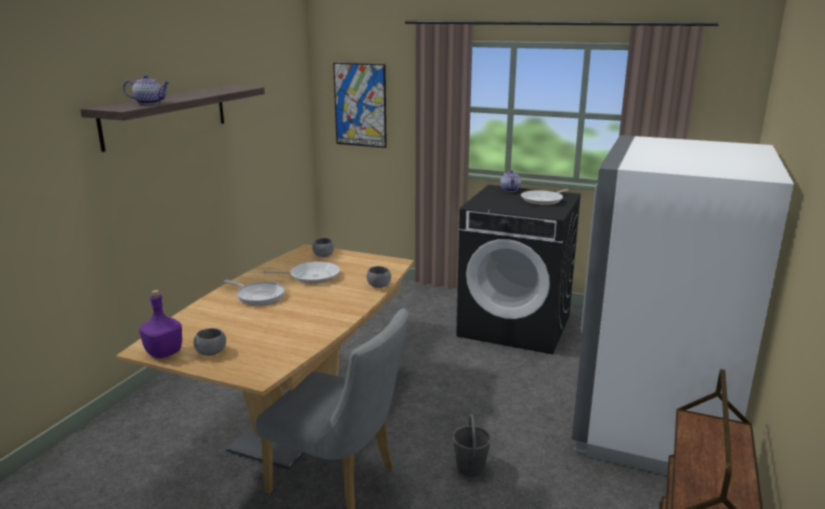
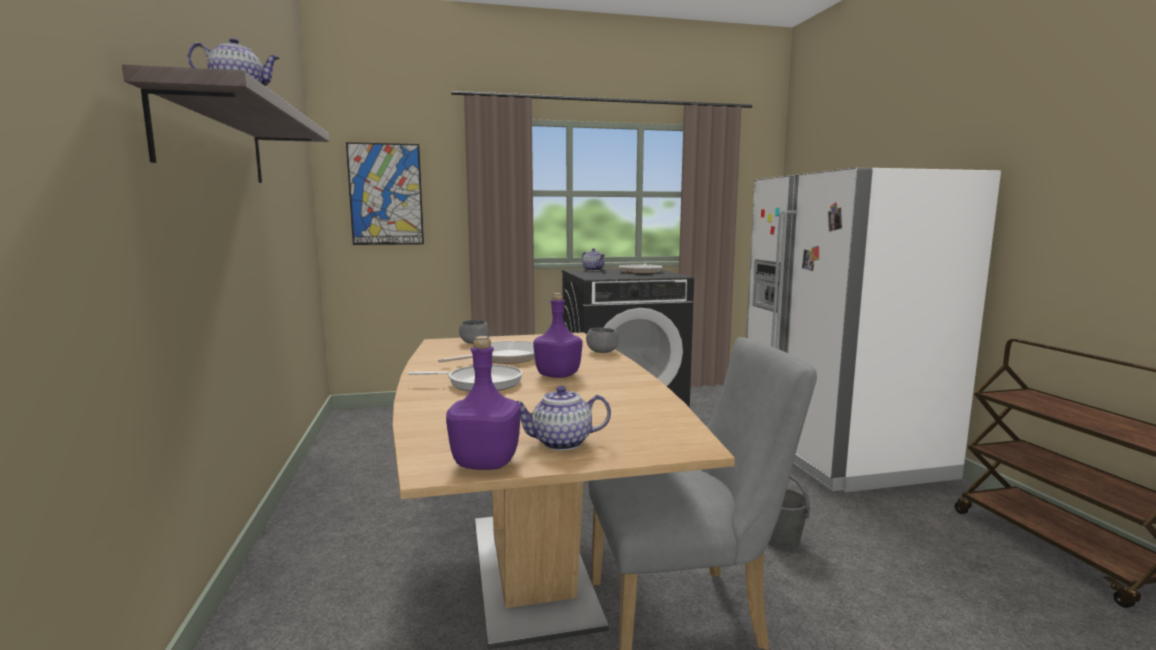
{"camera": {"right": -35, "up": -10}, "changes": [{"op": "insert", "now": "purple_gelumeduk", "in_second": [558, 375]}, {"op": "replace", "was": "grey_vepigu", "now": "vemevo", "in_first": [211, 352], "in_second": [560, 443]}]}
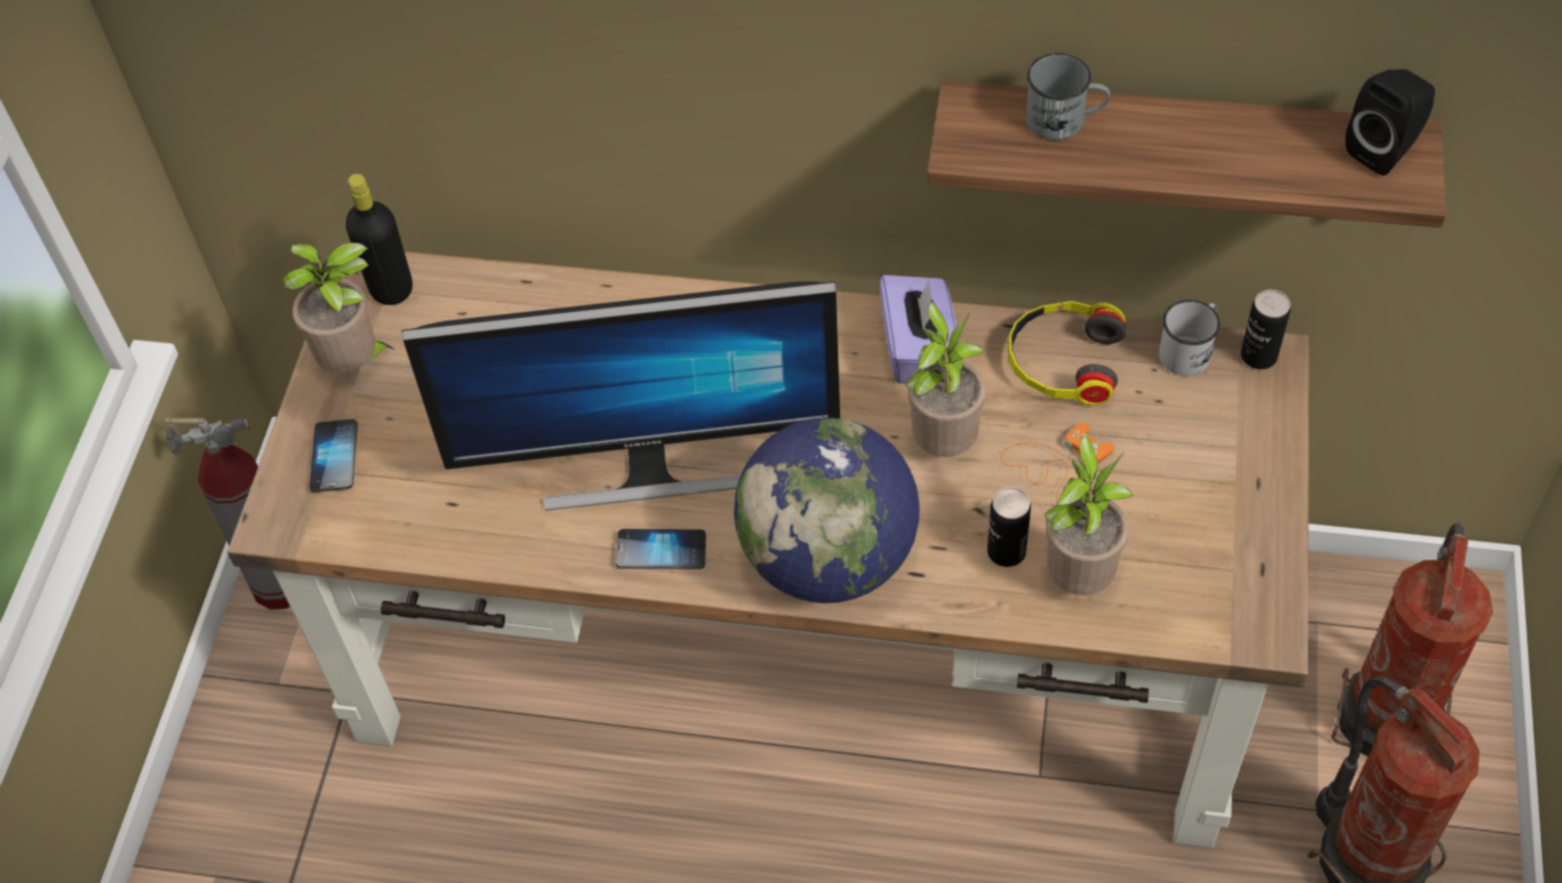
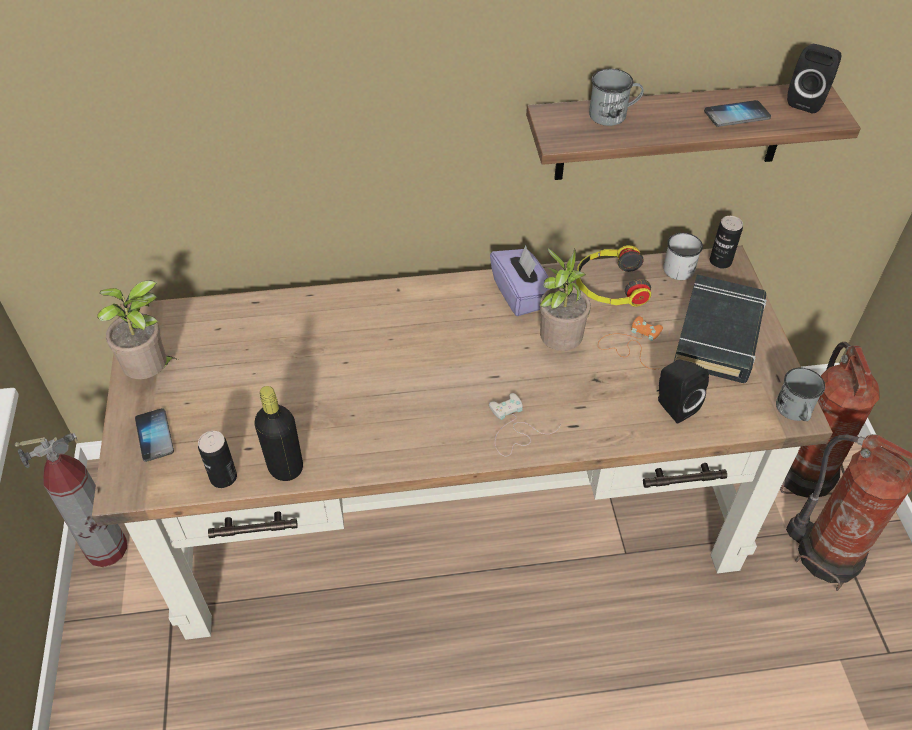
{"camera": {"right": -20, "up": -5}, "changes": [{"op": "delete", "was": "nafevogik", "in_first": [647, 466]}, {"op": "insert", "now": "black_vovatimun", "in_second": [719, 334]}, {"op": "insert", "now": "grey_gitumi", "in_second": [795, 412]}, {"op": "move", "was": "black_gelumeduk", "in_first": [391, 289], "in_second": [285, 467]}, {"op": "move", "was": "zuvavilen", "in_first": [661, 550], "in_second": [736, 115]}, {"op": "move", "was": "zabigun", "in_first": [1006, 551], "in_second": [223, 477]}, {"op": "replace", "was": "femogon", "now": "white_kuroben", "in_first": [829, 558], "in_second": [514, 428]}, {"op": "replace", "was": "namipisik", "now": "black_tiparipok", "in_first": [1078, 576], "in_second": [673, 405]}]}
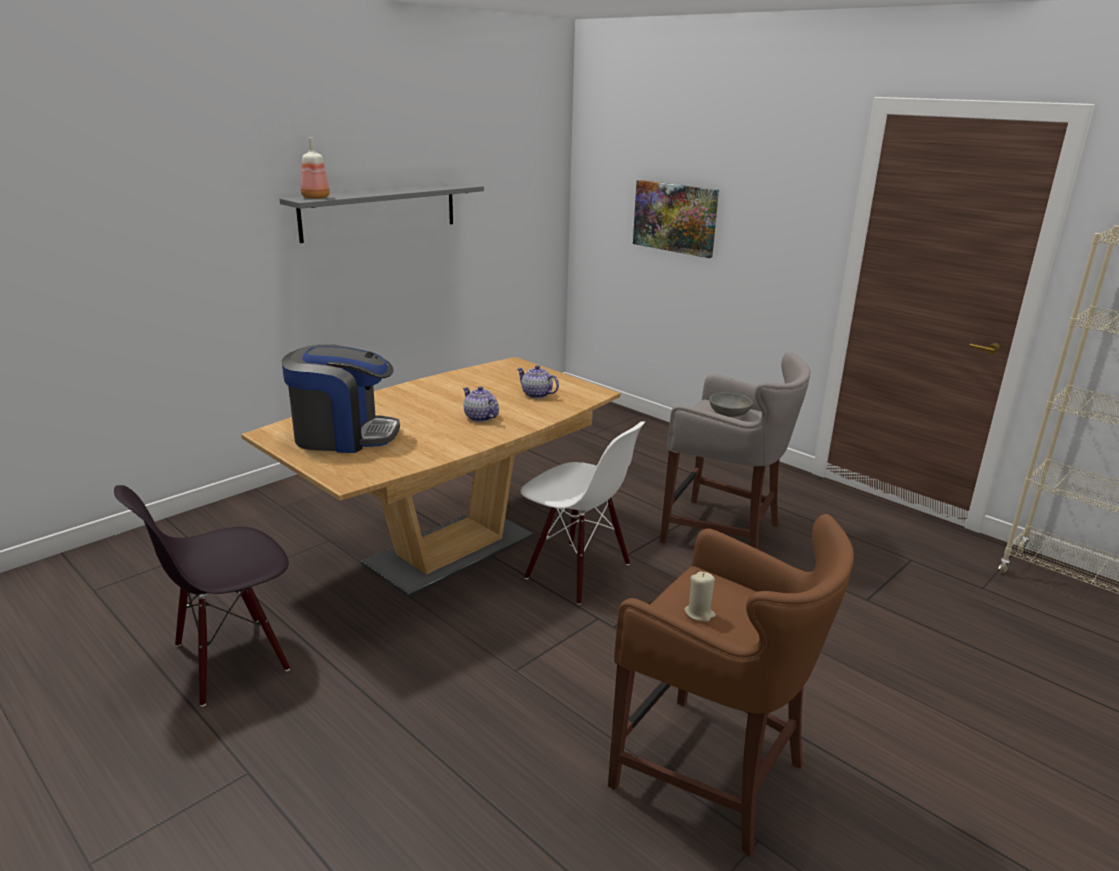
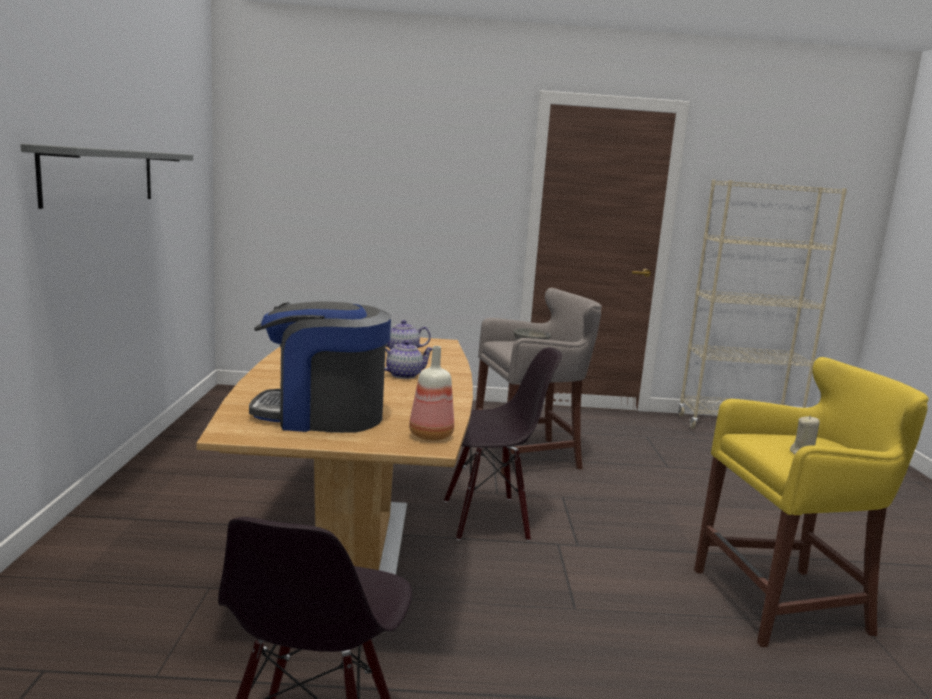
{"camera": {"right": -45, "up": -10}, "changes": [{"op": "delete", "was": "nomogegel", "in_first": [675, 217]}, {"op": "move", "was": "gelumeduk", "in_first": [315, 198], "in_second": [431, 436]}, {"op": "recolor", "was": "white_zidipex", "now": "black_zidipex", "in_first": [577, 572], "in_second": [486, 519]}, {"op": "recolor", "was": "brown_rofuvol", "now": "yellow_rofuvol", "in_first": [714, 775], "in_second": [786, 603]}, {"op": "rotate", "was": "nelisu", "in_first": [344, 436], "in_second": [322, 415], "clockwise": -135}, {"op": "rotate", "was": "vemevo", "in_first": [480, 417], "in_second": [404, 375], "clockwise": 150}]}
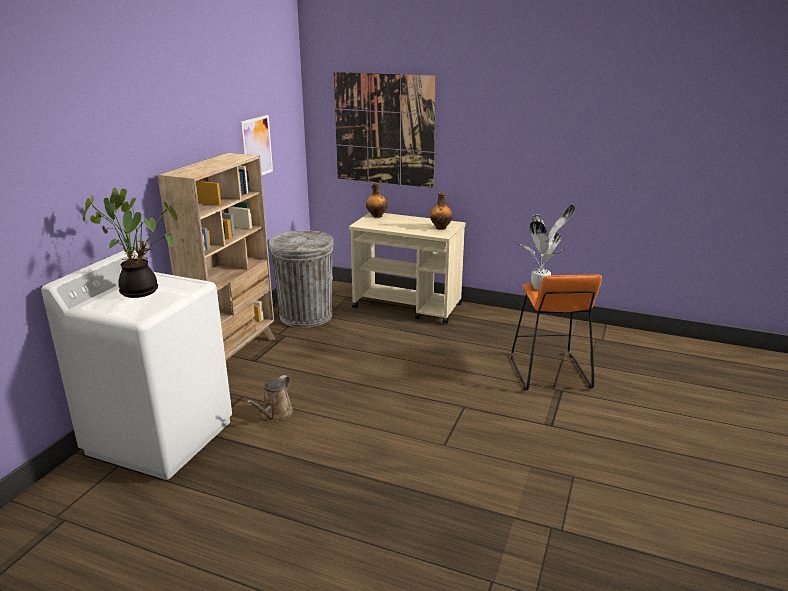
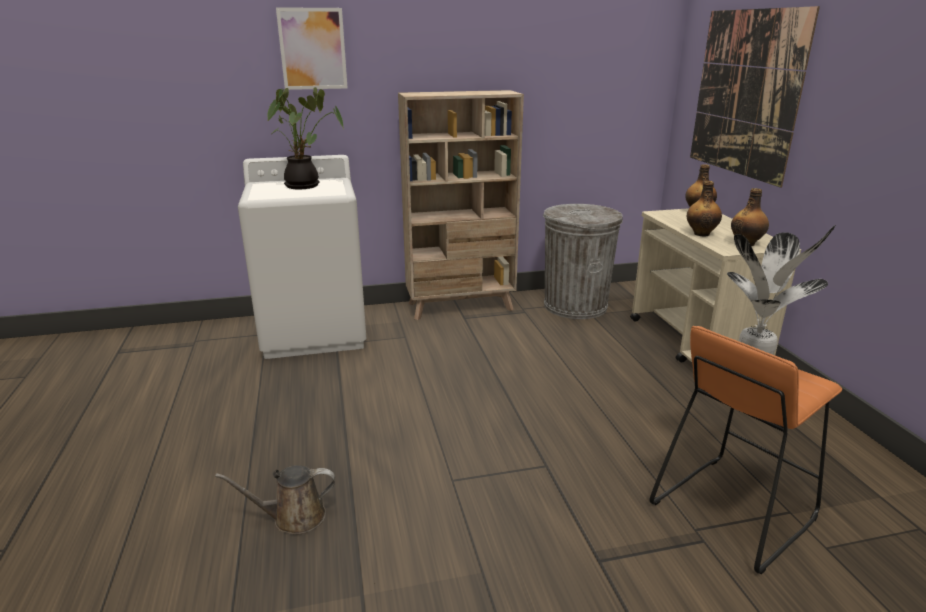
{"camera": {"right": 55, "up": 0}, "changes": [{"op": "insert", "now": "gelumeduk", "in_second": [701, 234]}, {"op": "move", "was": "nomogegel", "in_first": [256, 147], "in_second": [312, 49]}, {"op": "move", "was": "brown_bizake", "in_first": [275, 414], "in_second": [293, 518]}]}
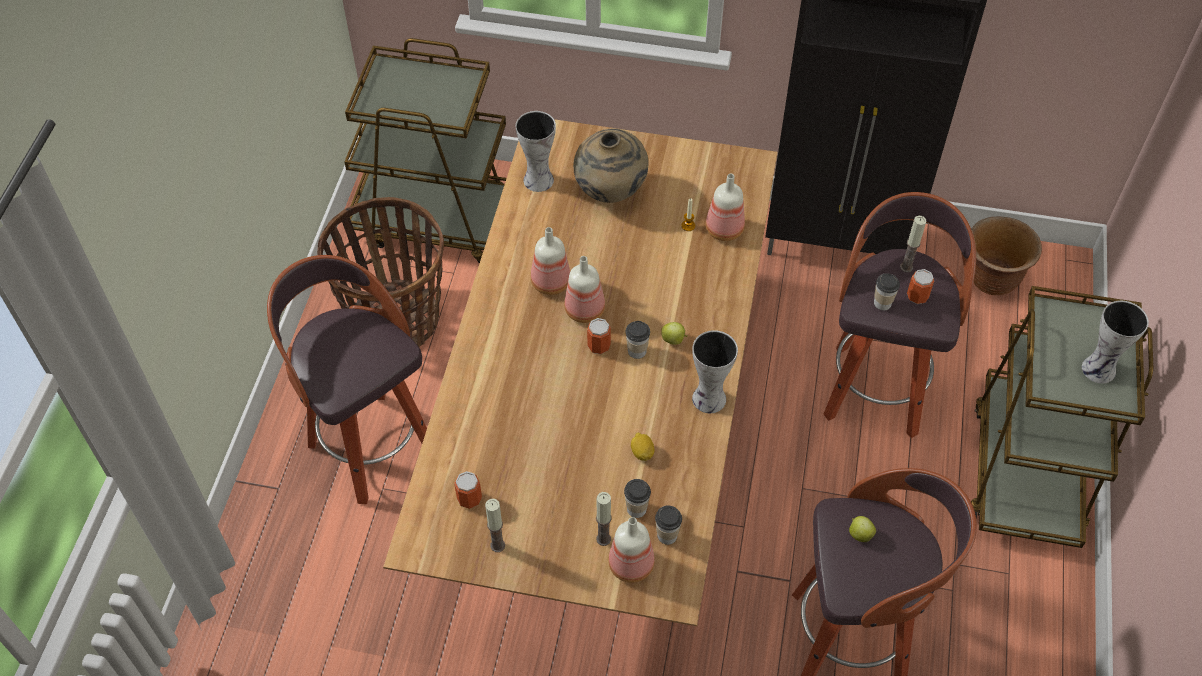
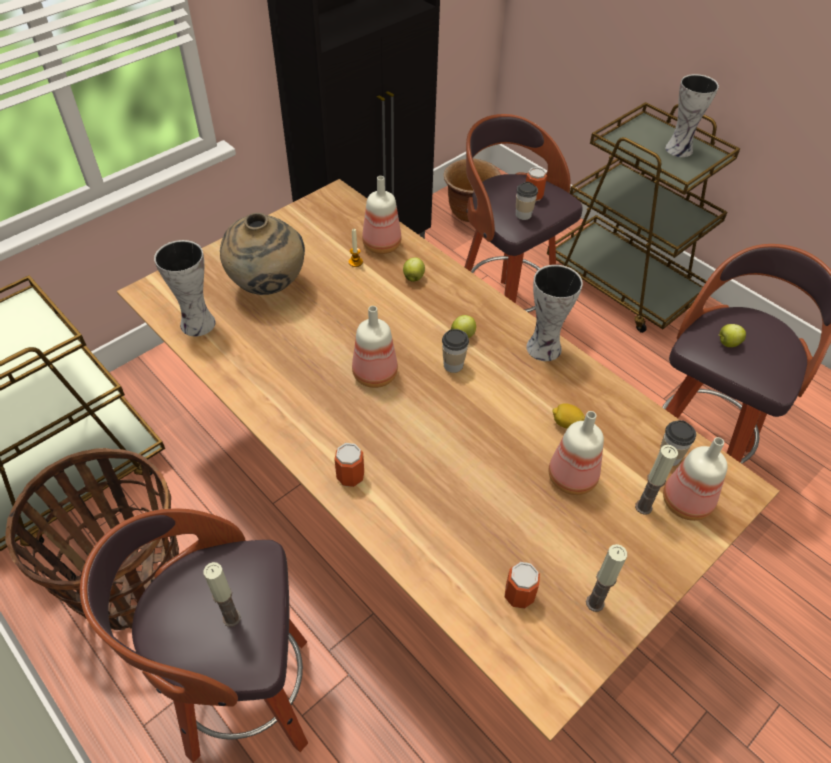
{"camera": {"right": -55, "up": -5}, "changes": [{"op": "delete", "was": "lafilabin", "in_first": [636, 509]}, {"op": "insert", "now": "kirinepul", "in_second": [413, 277]}, {"op": "move", "was": "gelumeduk", "in_first": [550, 283], "in_second": [573, 479]}, {"op": "move", "was": "zabigun", "in_first": [599, 346], "in_second": [350, 476]}, {"op": "move", "was": "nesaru", "in_first": [906, 267], "in_second": [231, 618]}]}
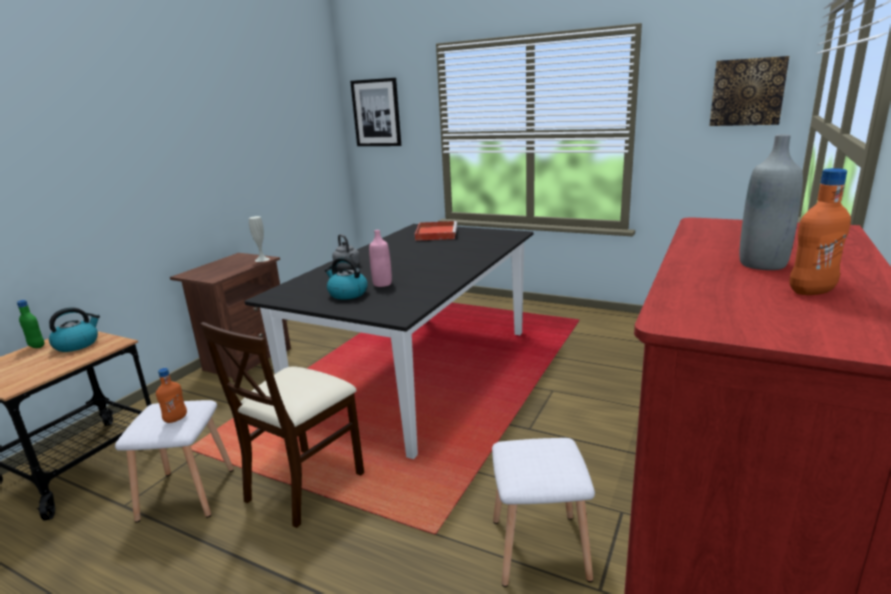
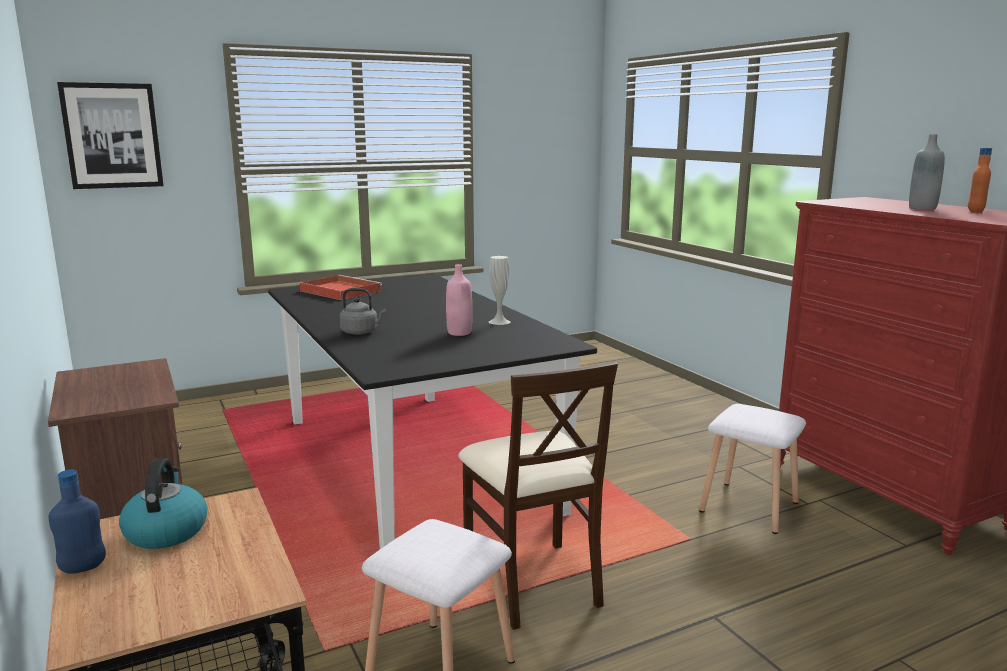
{"camera": {"right": -55, "up": -5}, "changes": [{"op": "delete", "was": "orange_gelumeduk", "in_first": [176, 419]}, {"op": "delete", "was": "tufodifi", "in_first": [347, 294]}, {"op": "delete", "was": "nomogegel", "in_first": [747, 92]}, {"op": "move", "was": "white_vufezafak", "in_first": [262, 259], "in_second": [499, 322]}, {"op": "recolor", "was": "green_gelumeduk", "now": "blue_gelumeduk", "in_first": [37, 346], "in_second": [83, 568]}]}
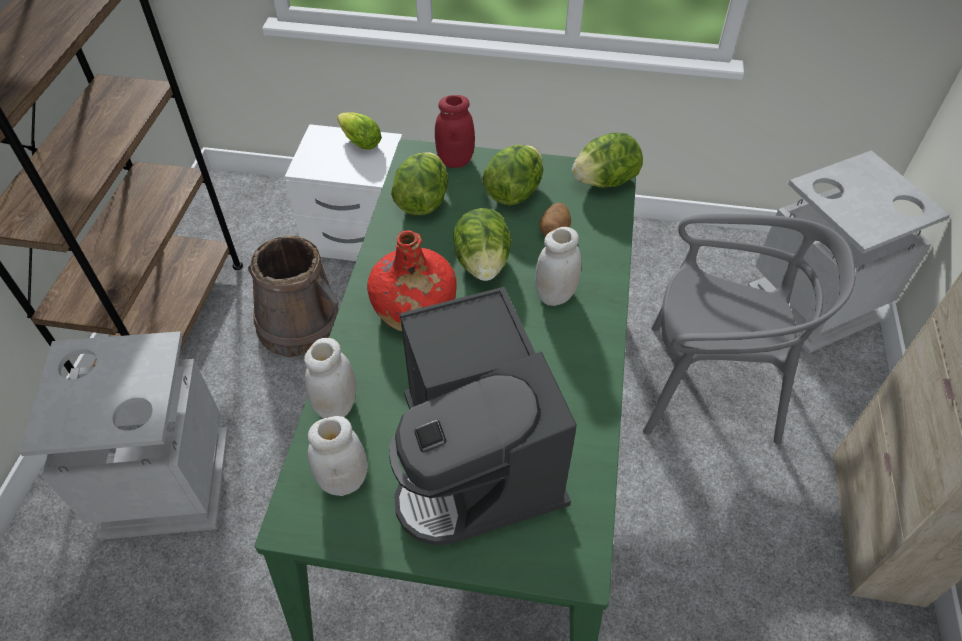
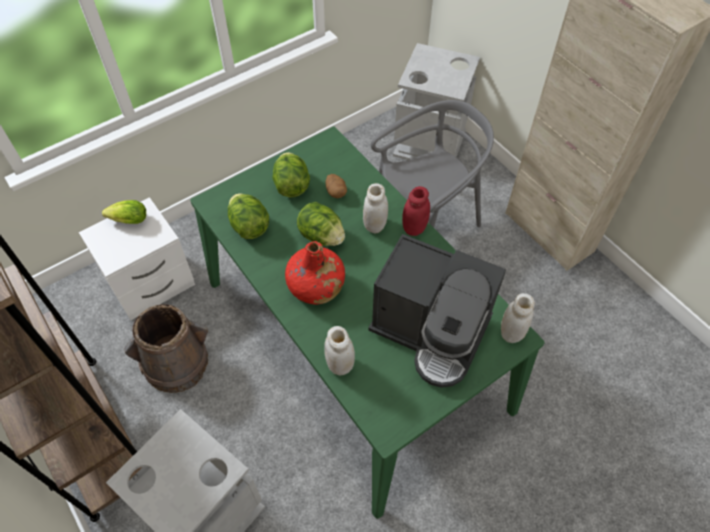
{"camera": {"right": -45, "up": 5}, "changes": [{"op": "delete", "was": "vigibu", "in_first": [605, 181]}, {"op": "move", "was": "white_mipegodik", "in_first": [343, 480], "in_second": [511, 333]}, {"op": "move", "was": "red_mipegodik", "in_first": [455, 160], "in_second": [414, 228]}]}
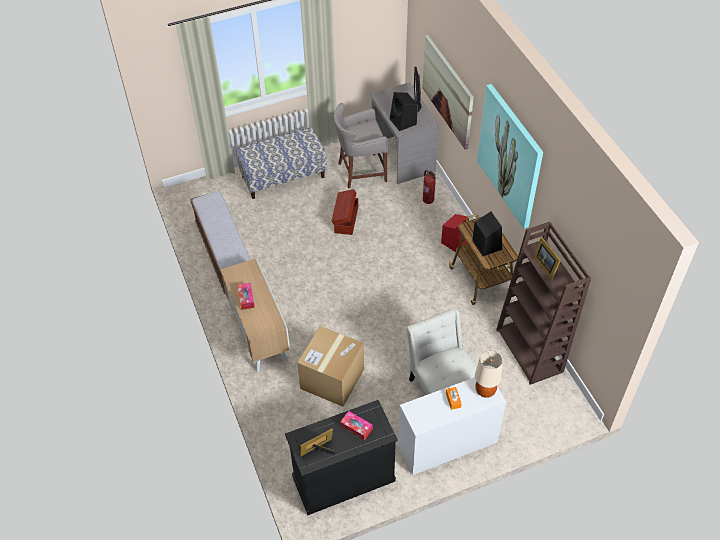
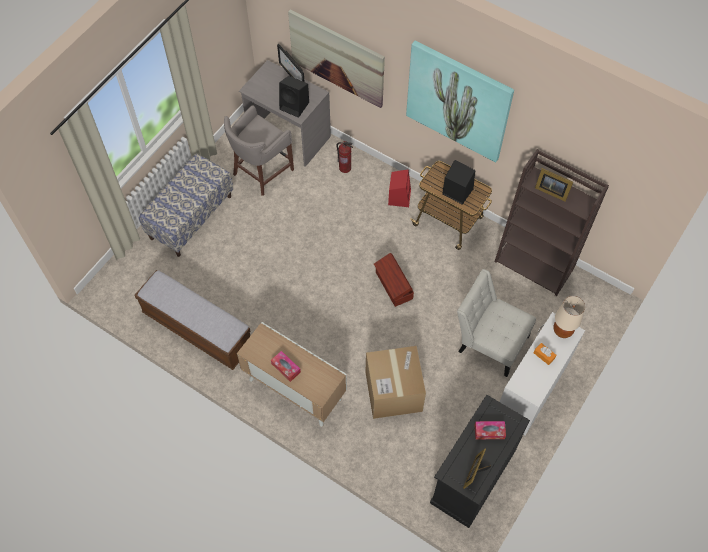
{"camera": {"right": -35, "up": 10}, "changes": [{"op": "move", "was": "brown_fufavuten", "in_first": [345, 219], "in_second": [393, 286]}]}
